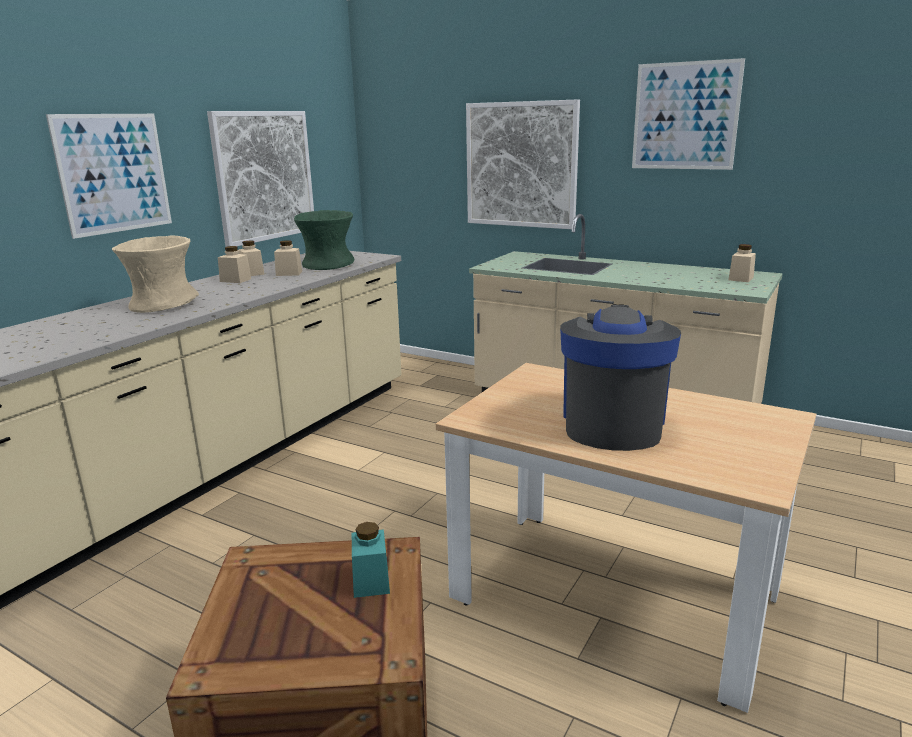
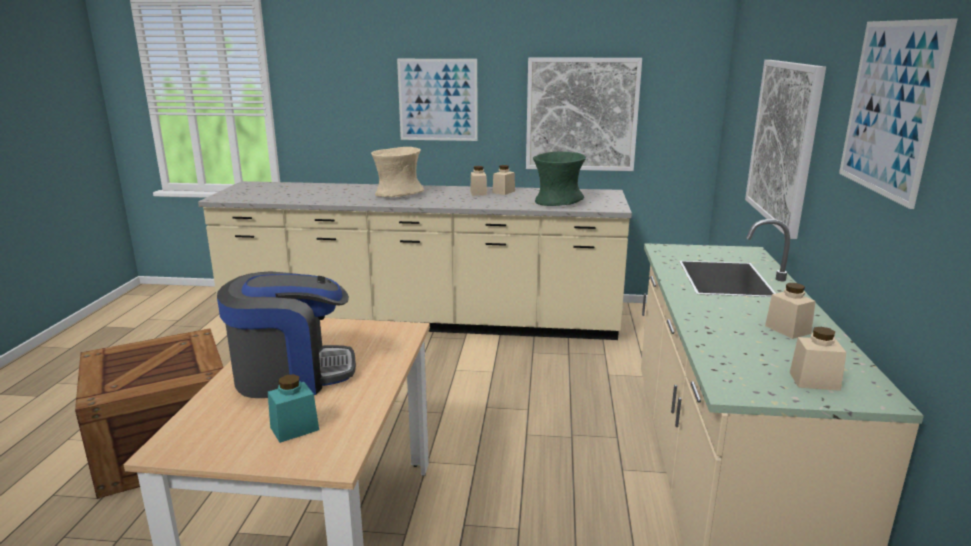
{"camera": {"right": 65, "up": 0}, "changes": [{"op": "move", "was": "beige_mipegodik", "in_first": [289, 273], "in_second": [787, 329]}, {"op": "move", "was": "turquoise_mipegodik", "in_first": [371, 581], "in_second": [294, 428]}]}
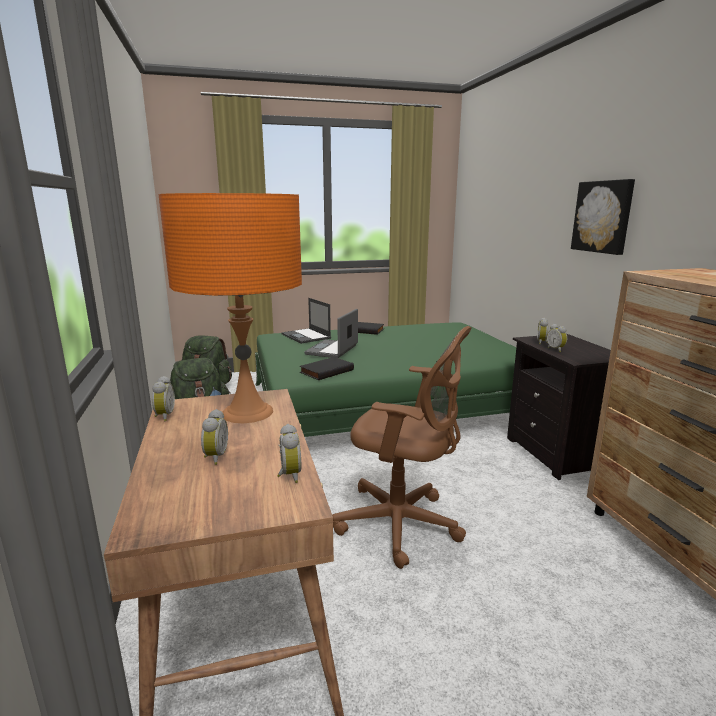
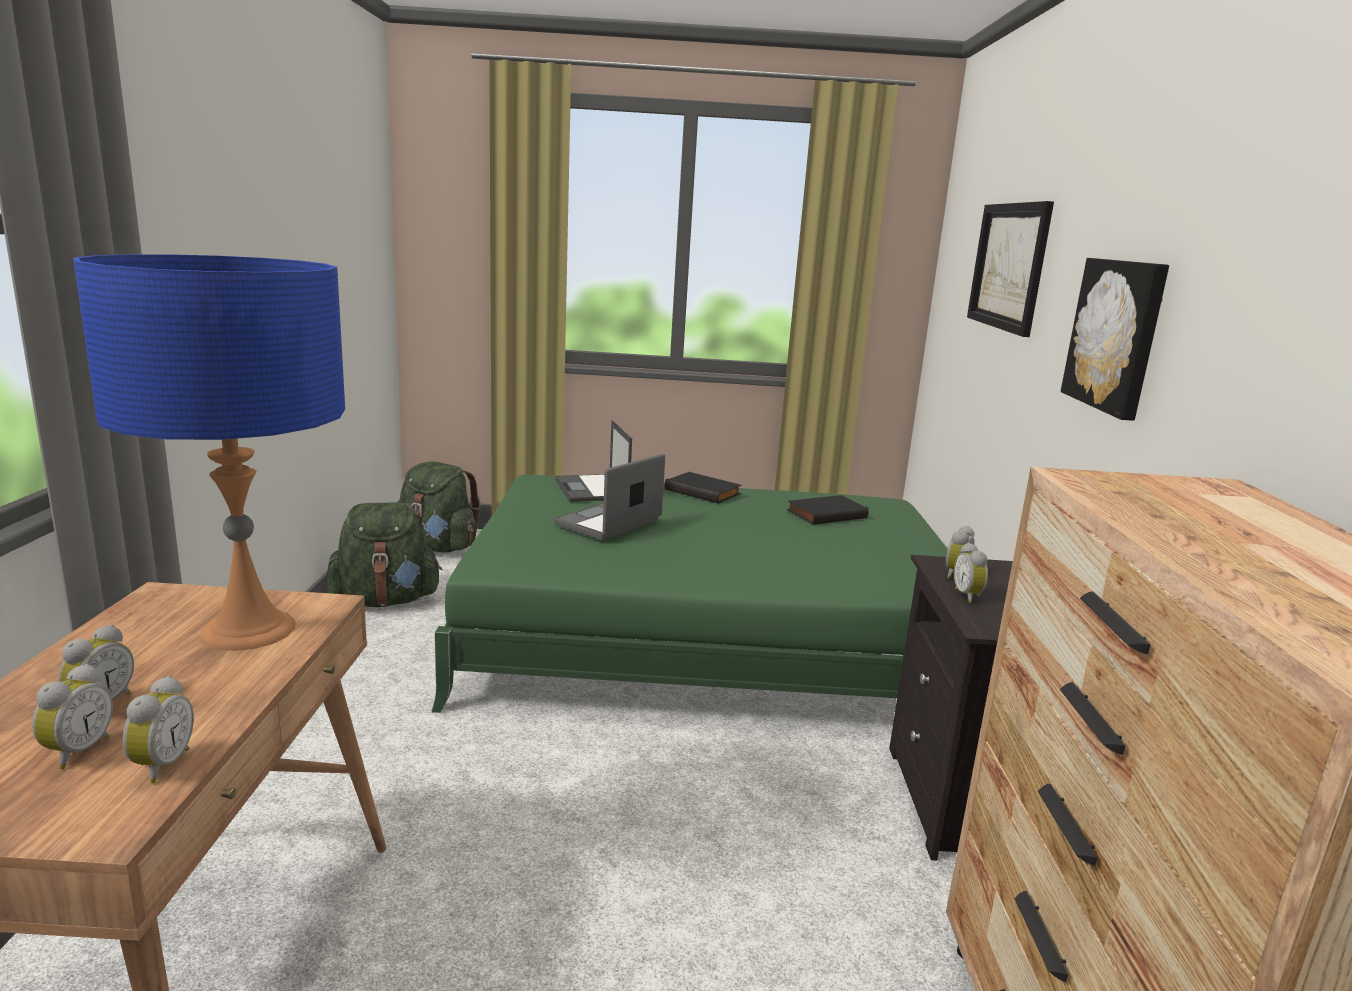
{"camera": {"right": 15, "up": 0}, "changes": [{"op": "delete", "was": "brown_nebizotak", "in_first": [402, 525]}, {"op": "insert", "now": "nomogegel", "in_second": [1009, 266]}, {"op": "move", "was": "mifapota", "in_first": [163, 416], "in_second": [76, 751]}, {"op": "move", "was": "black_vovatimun", "in_first": [326, 371], "in_second": [826, 513]}, {"op": "recolor", "was": "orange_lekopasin", "now": "blue_lekopasin", "in_first": [247, 412], "in_second": [248, 630]}]}
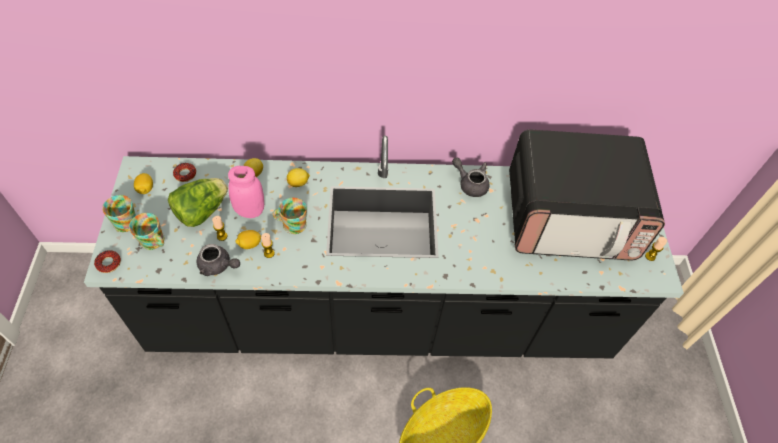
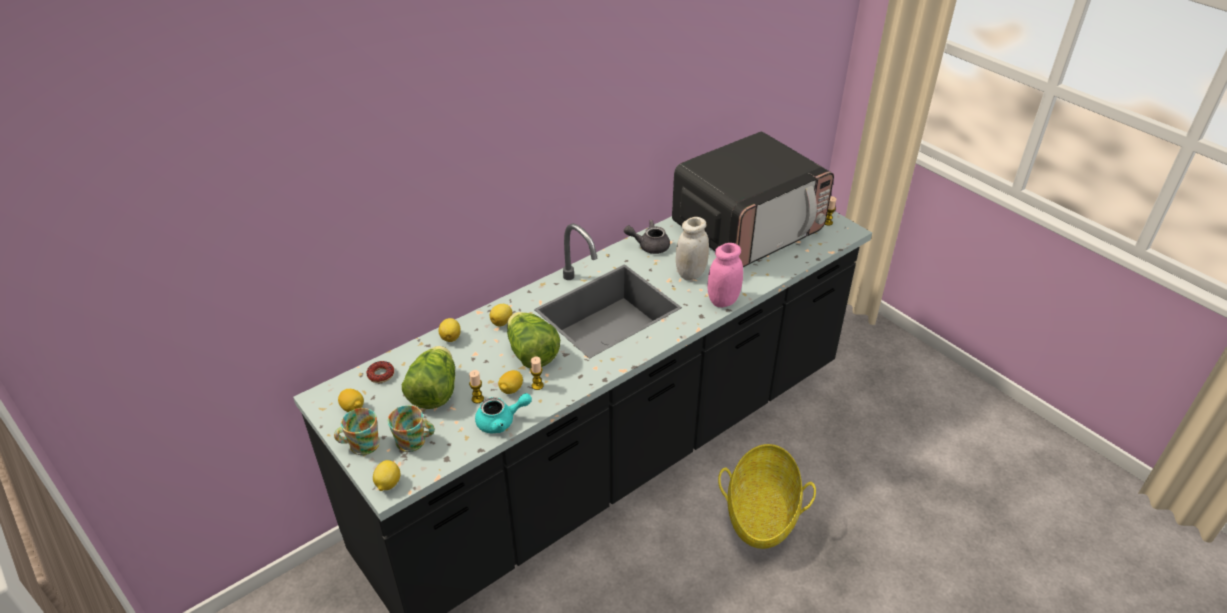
{"camera": {"right": -35, "up": -15}, "changes": [{"op": "insert", "now": "white_mipegodik", "in_second": [691, 273]}, {"op": "move", "was": "pink_mipegodik", "in_first": [250, 210], "in_second": [723, 300]}, {"op": "replace", "was": "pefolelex", "now": "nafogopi", "in_first": [108, 263], "in_second": [388, 484]}, {"op": "replace", "was": "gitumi", "now": "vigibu", "in_first": [291, 224], "in_second": [531, 354]}, {"op": "recolor", "was": "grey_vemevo", "now": "turquoise_vemevo", "in_first": [218, 266], "in_second": [501, 421]}]}
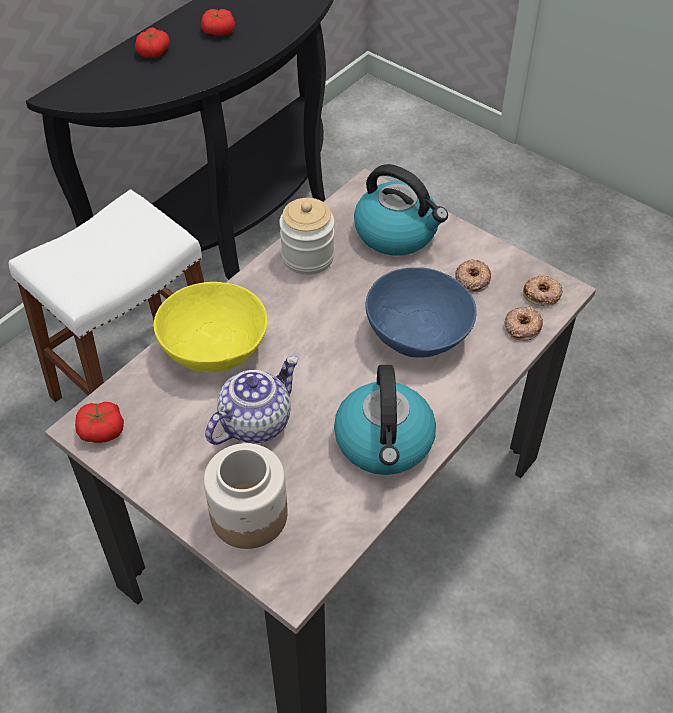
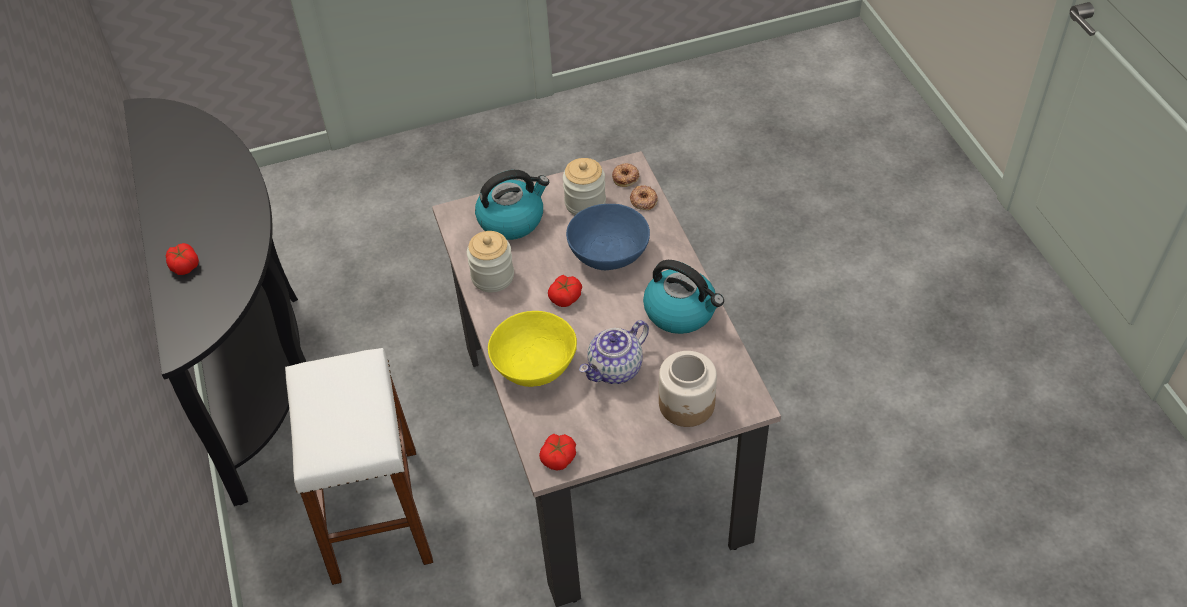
{"camera": {"right": -55, "up": 0}, "changes": [{"op": "move", "was": "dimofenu", "in_first": [219, 31], "in_second": [565, 297]}, {"op": "replace", "was": "pefolelex", "now": "mipegodik", "in_first": [472, 279], "in_second": [585, 203]}, {"op": "rotate", "was": "vemevo", "in_first": [255, 421], "in_second": [615, 369], "clockwise": -120}]}
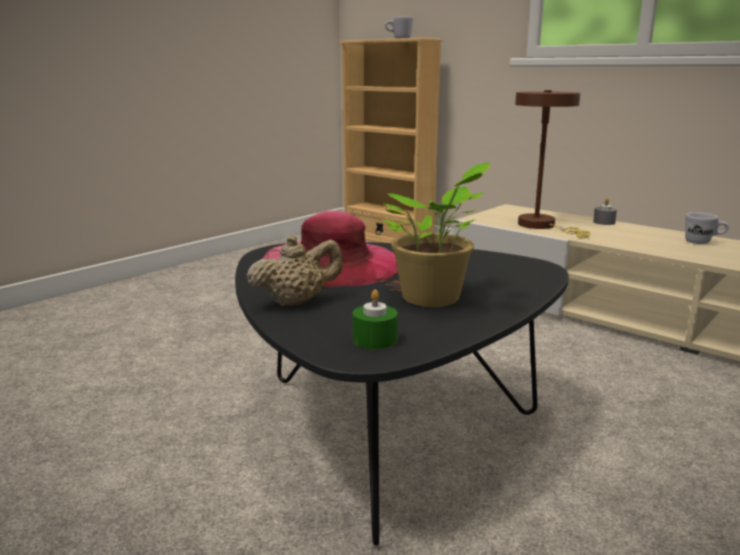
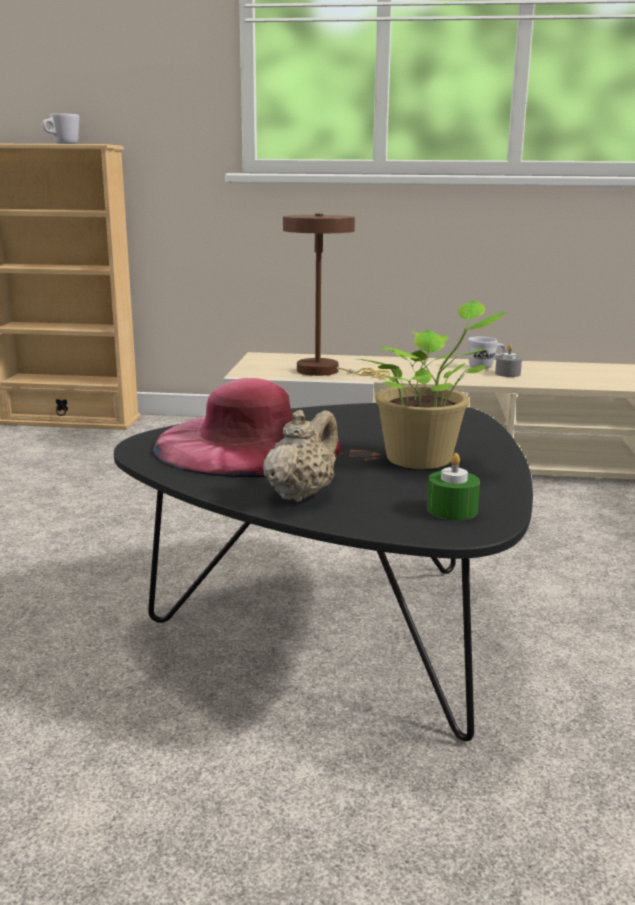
{"camera": {"right": -35, "up": 0}, "changes": [{"op": "move", "was": "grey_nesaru", "in_first": [604, 222], "in_second": [507, 374]}]}
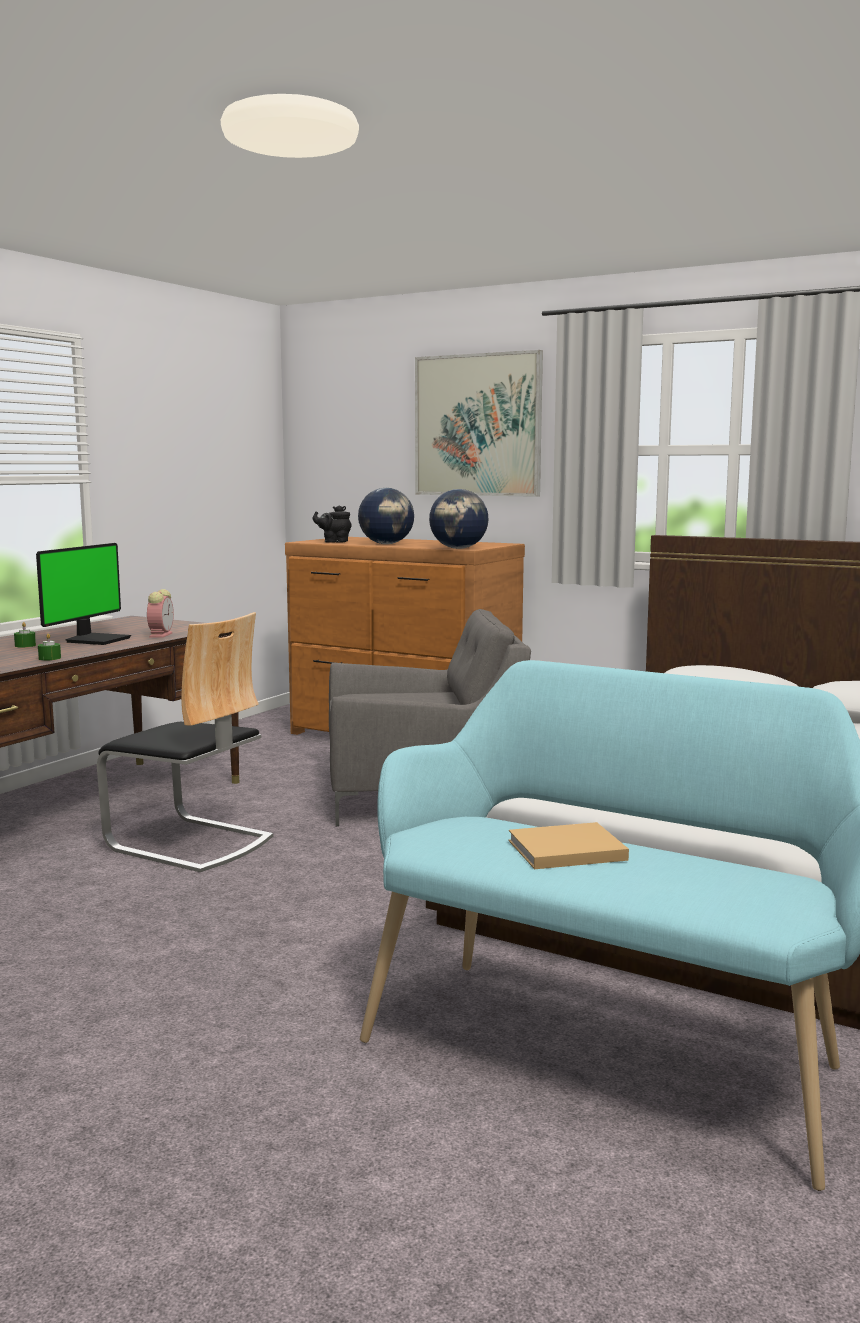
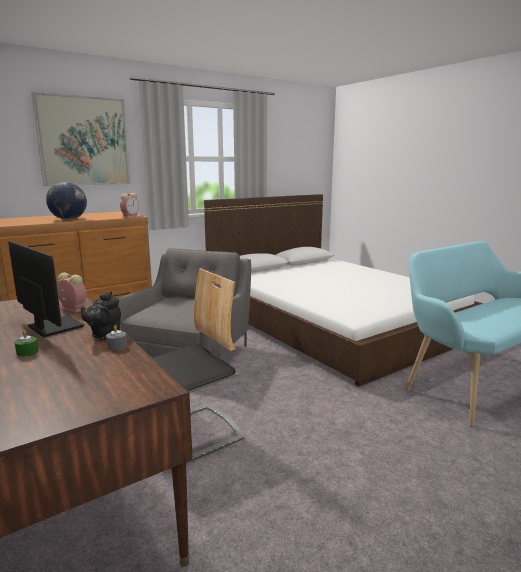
{"camera": {"right": -65, "up": 5}, "changes": [{"op": "delete", "was": "beige_vovatimun", "in_first": [563, 850]}, {"op": "move", "was": "black_vemevo", "in_first": [334, 542], "in_second": [104, 335]}, {"op": "replace", "was": "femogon", "now": "mifapota", "in_first": [459, 548], "in_second": [130, 216]}, {"op": "recolor", "was": "green_nesaru", "now": "grey_nesaru", "in_first": [49, 658], "in_second": [117, 346]}]}
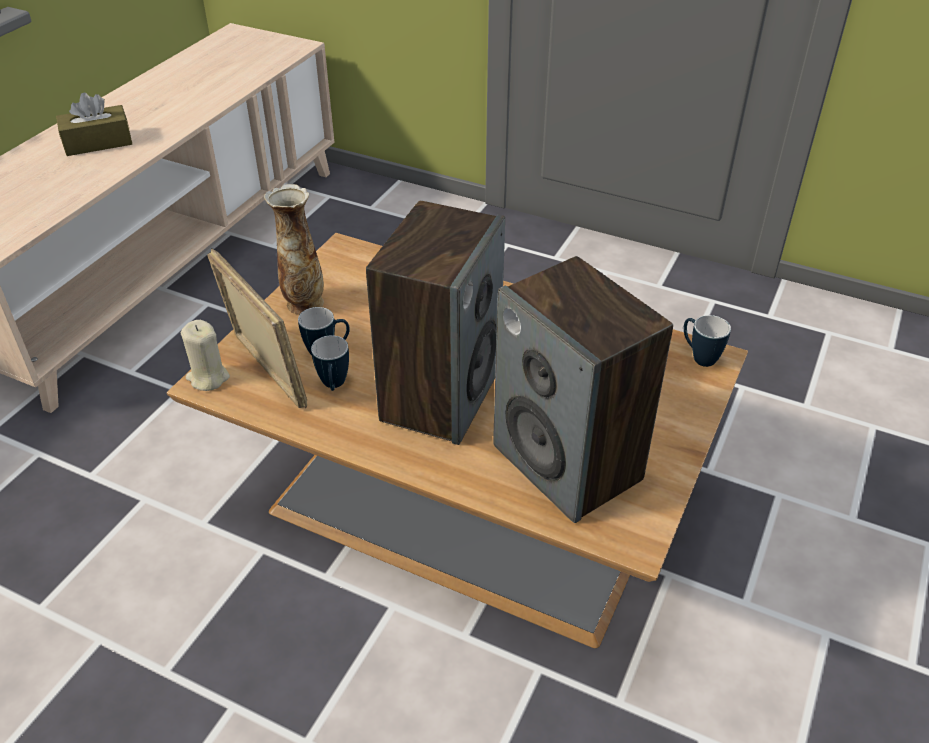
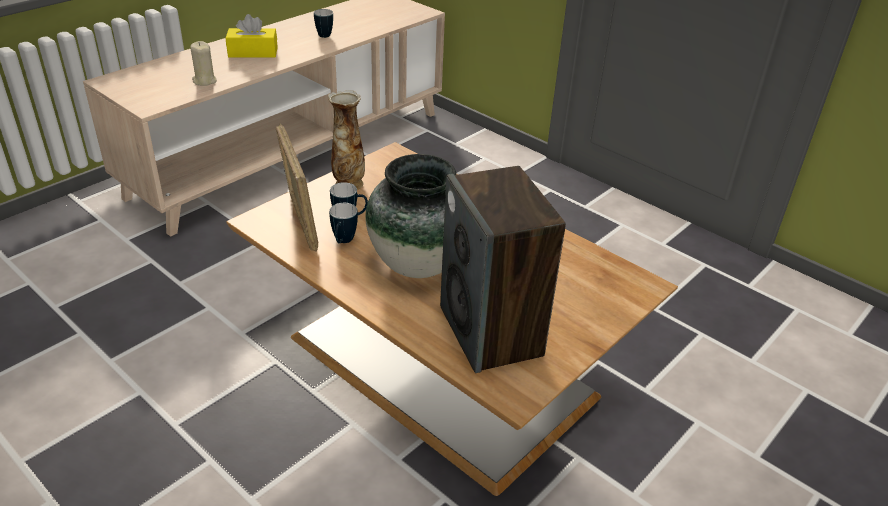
{"camera": {"right": 15, "up": -5}, "changes": [{"op": "move", "was": "beige_nesaru", "in_first": [208, 378], "in_second": [204, 81]}, {"op": "move", "was": "gitumi", "in_first": [699, 357], "in_second": [323, 34]}, {"op": "replace", "was": "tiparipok", "now": "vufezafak", "in_first": [440, 394], "in_second": [418, 264]}, {"op": "recolor", "was": "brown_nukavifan", "now": "yellow_nukavifan", "in_first": [98, 143], "in_second": [253, 52]}]}
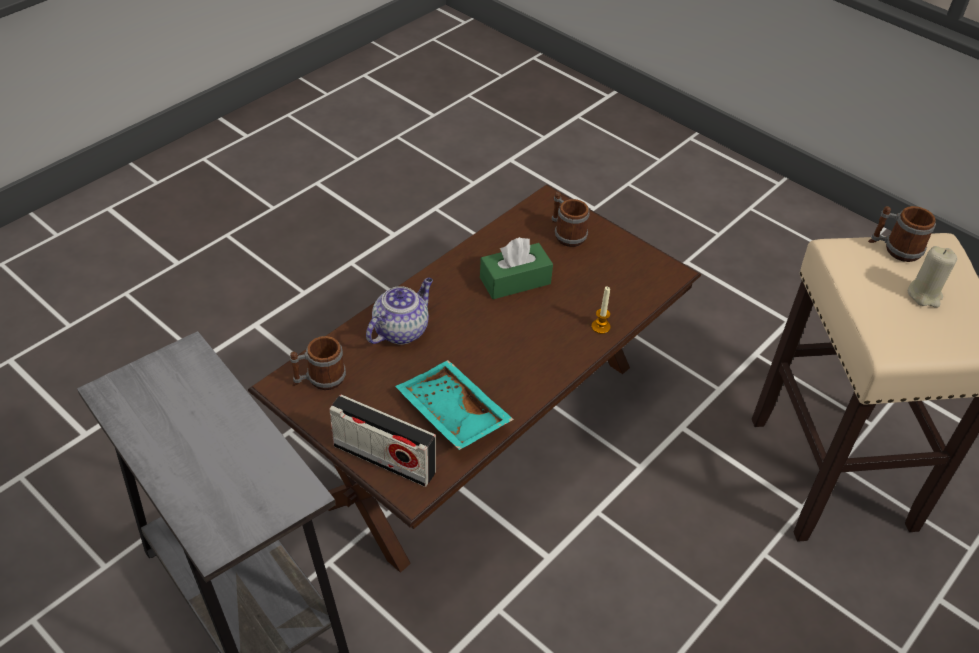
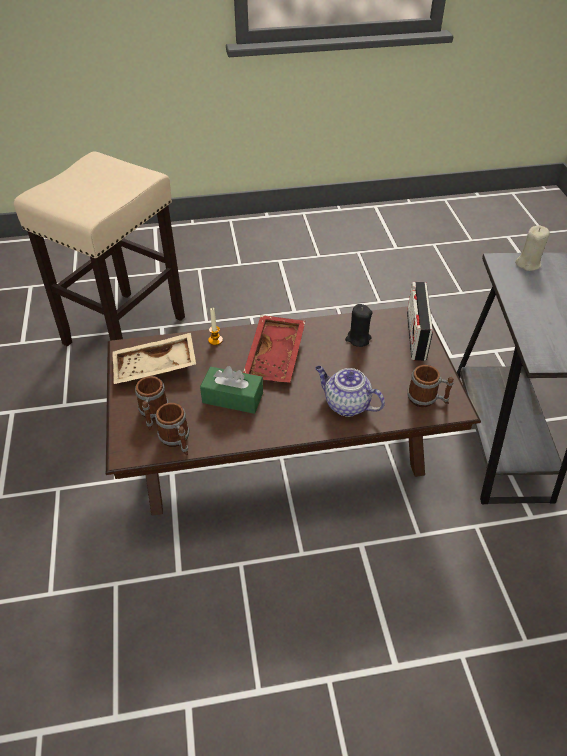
{"camera": {"right": -140, "up": 0}, "changes": [{"op": "insert", "now": "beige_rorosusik", "in_second": [155, 368]}, {"op": "insert", "now": "red_rorosusik", "in_second": [276, 356]}, {"op": "move", "was": "gitumi", "in_first": [895, 249], "in_second": [177, 440]}, {"op": "move", "was": "beige_nesaru", "in_first": [924, 295], "in_second": [528, 263]}, {"op": "replace", "was": "turquoise_rorosusik", "now": "black_nesaru", "in_first": [451, 415], "in_second": [358, 339]}, {"op": "rotate", "was": "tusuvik", "in_first": [384, 459], "in_second": [416, 336], "clockwise": -150}, {"op": "rotate", "was": "vemevo", "in_first": [401, 330], "in_second": [346, 404], "clockwise": 45}]}
